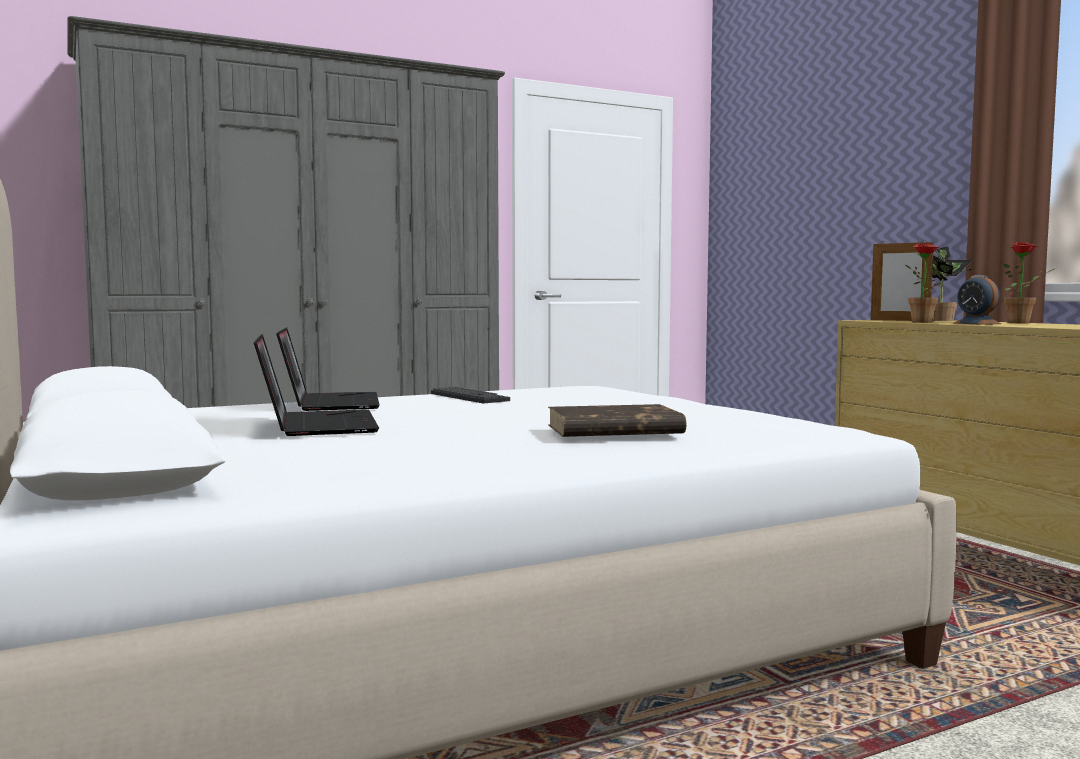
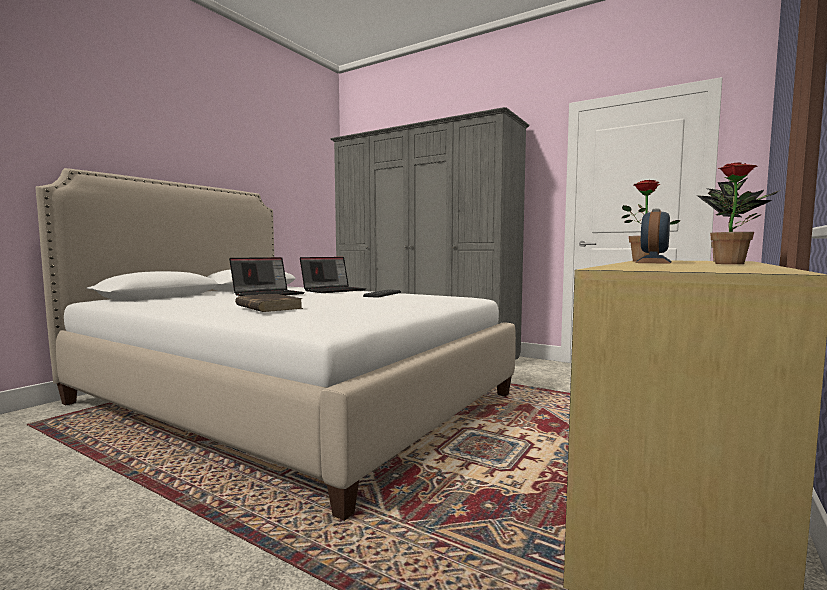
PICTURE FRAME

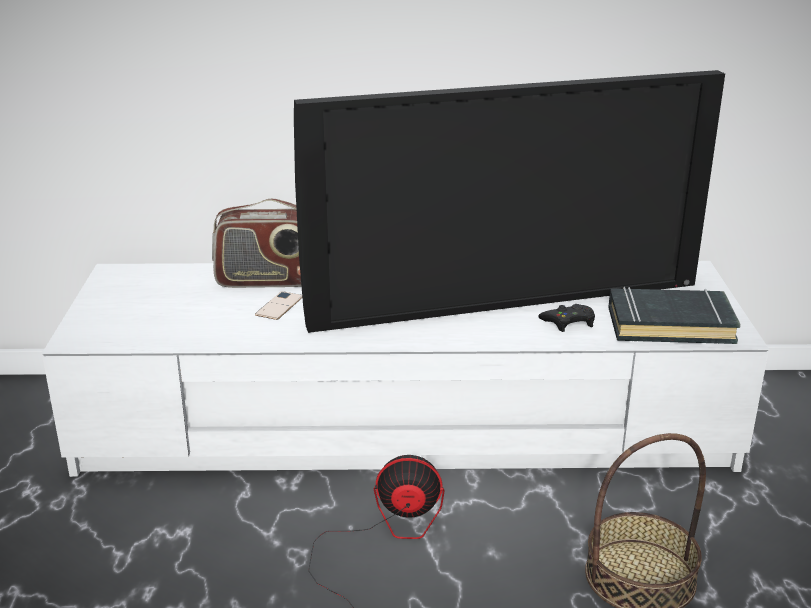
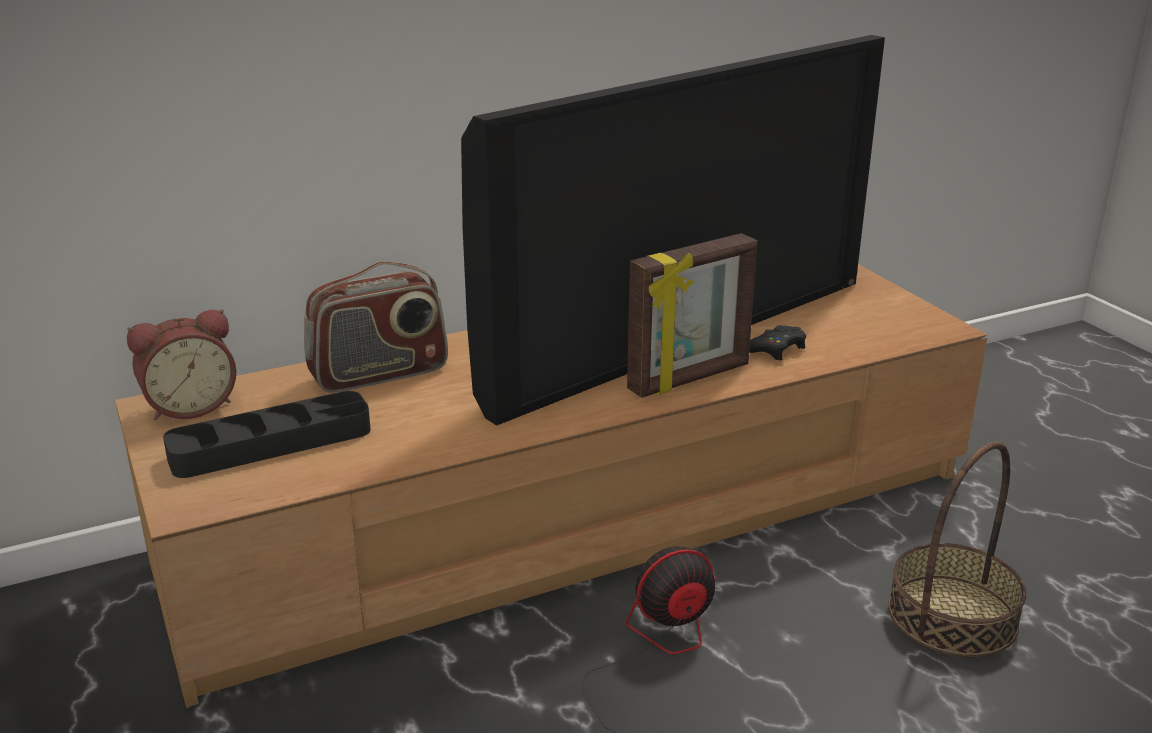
BROWN TV STAND; ALARM CLOCK; BLACK TRAY; PICTURE FRAME; PHONE; BLACK BOOK

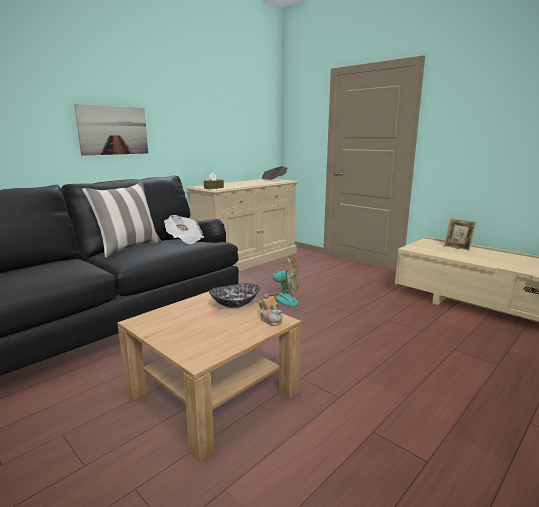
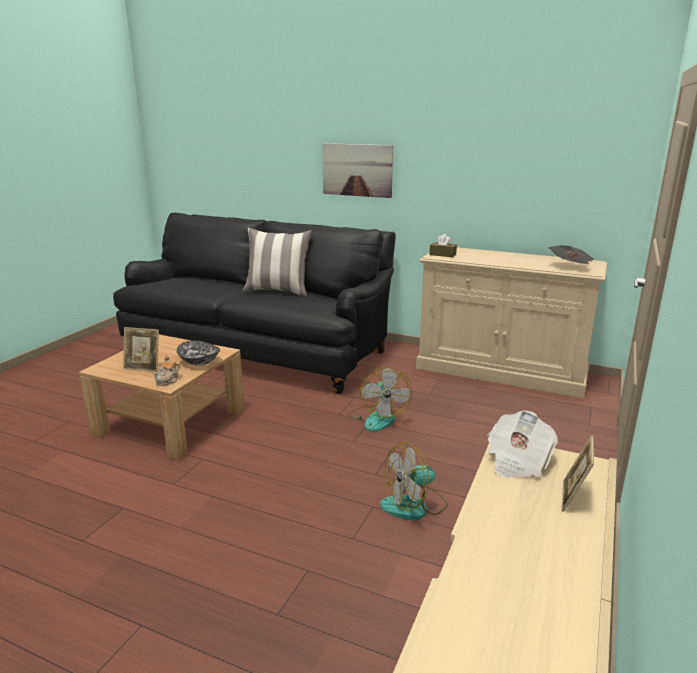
PICTURE FRAME (1st from left); FAN (2nd from left); NEWSPAPER (1st from left)

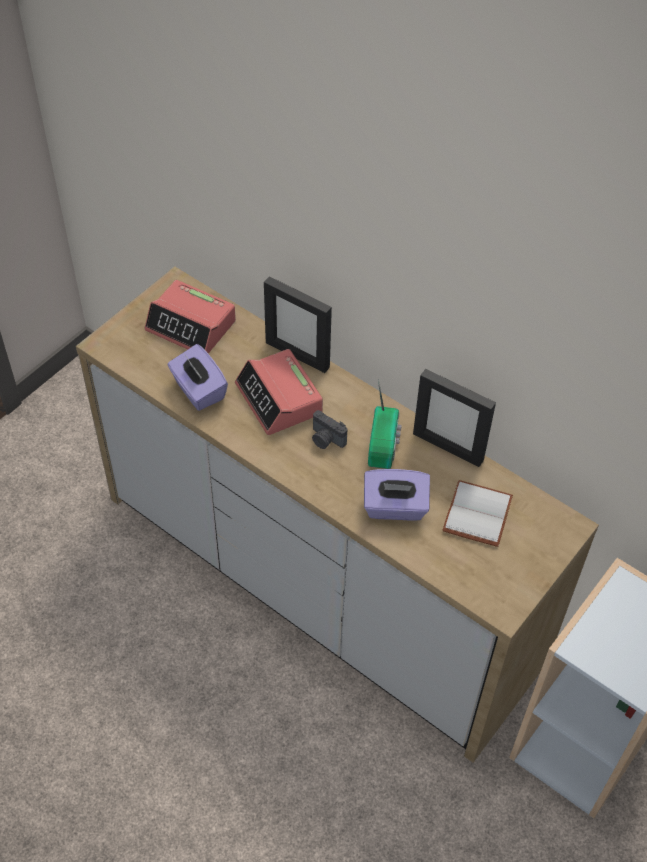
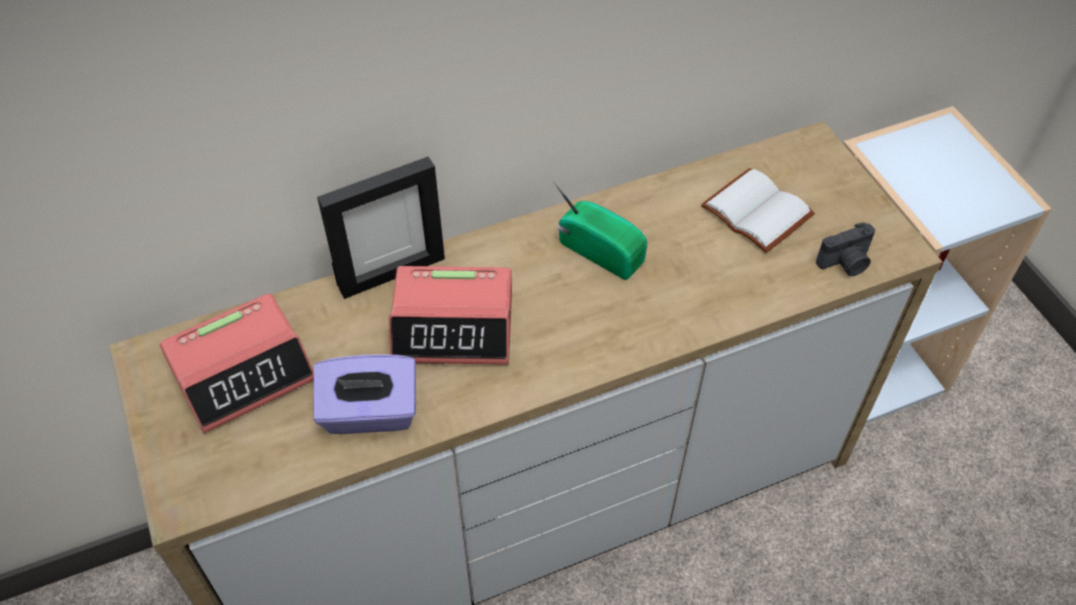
PHOTO CAMERA; PURPLE TISSUE BOX (2nd from left in the first image); PICTURE FRAME (2nd from left in the first image)

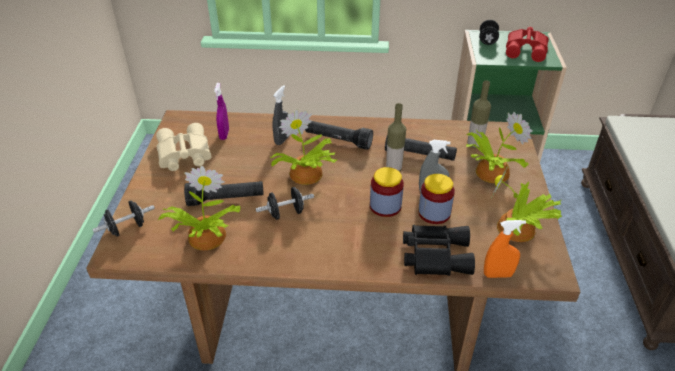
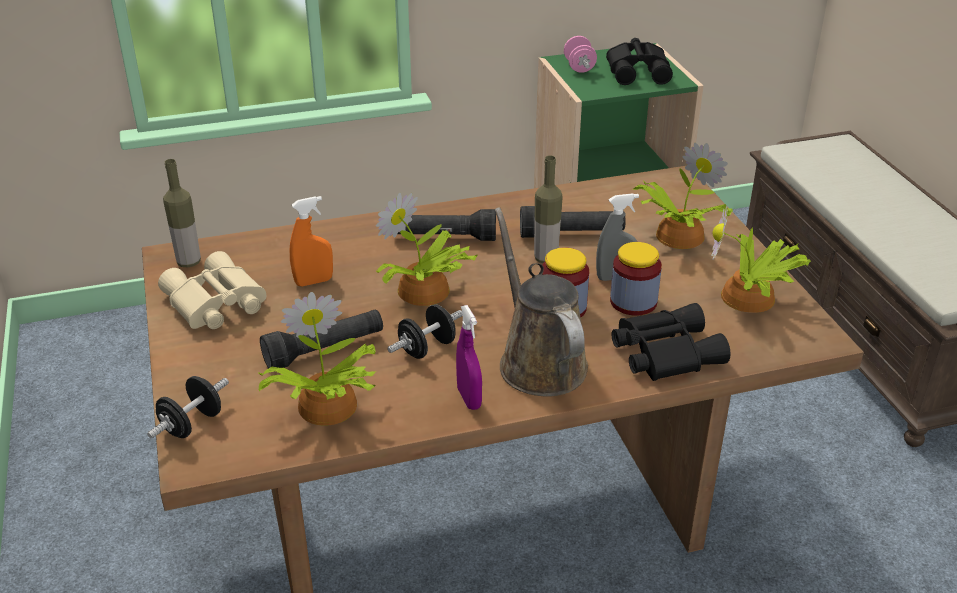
BOTTLE (1st from left); ORANGE SPRAY BOTTLE; PURPLE SPRAY BOTTLE; BROWN WATERING CAN; PINK DUMBBELL; BLACK BINOCULARS (1st from left); GREY SPRAY BOTTLE (1st from left in the first image)

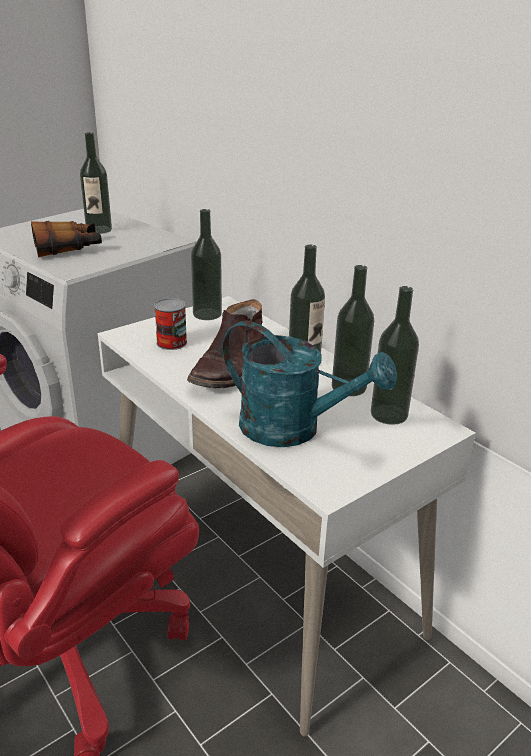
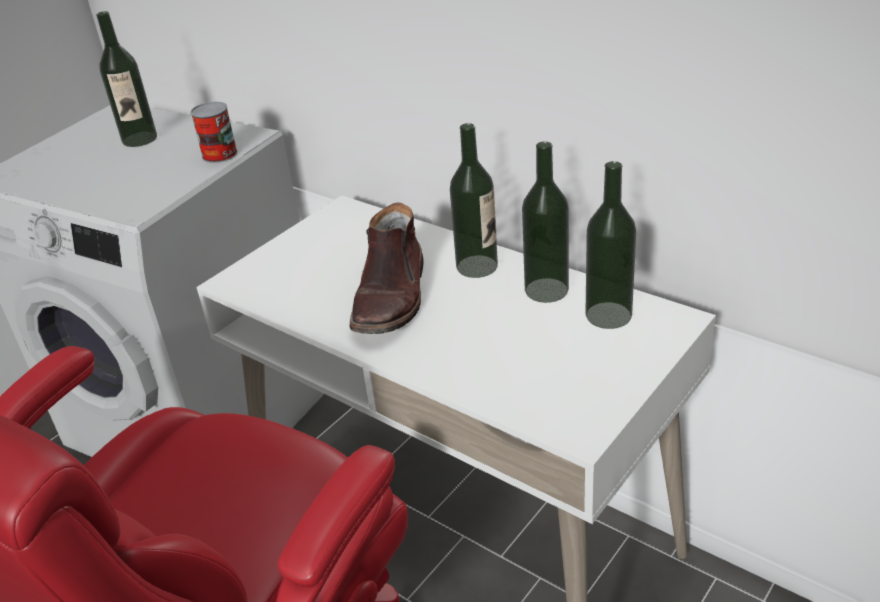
CAN; BINOCULARS; BOTTLE (2nd from left in the first image); TURQUOISE WATERING CAN

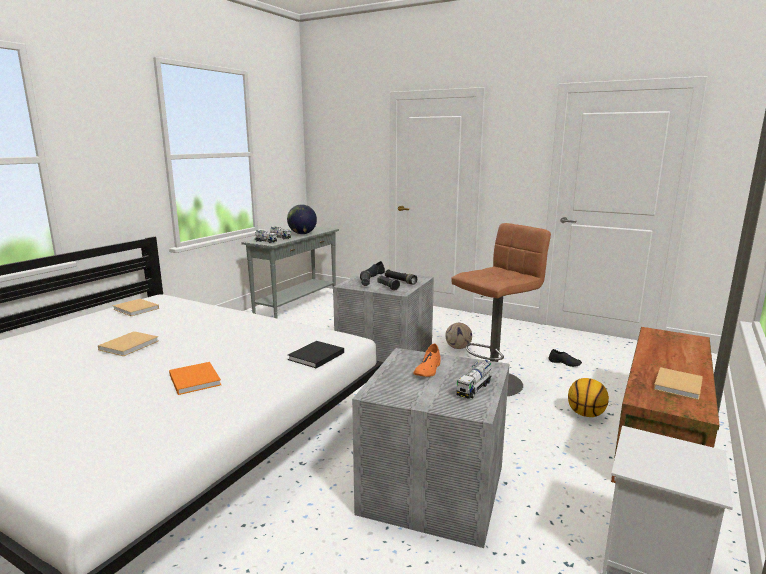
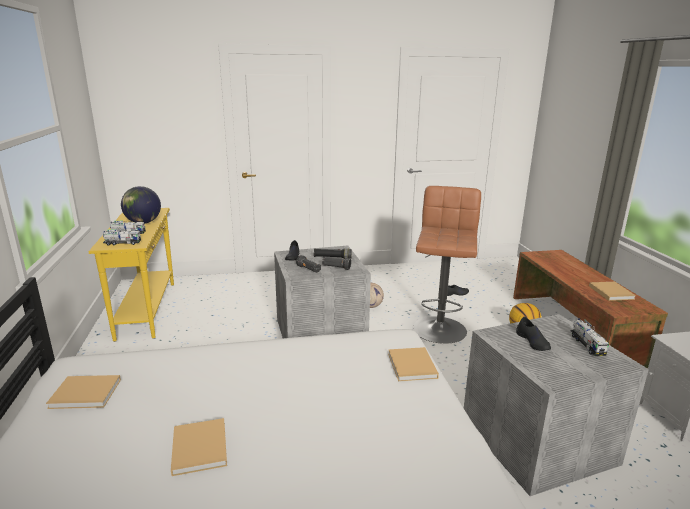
YELLOW CONSOLE TABLE; BEIGE BOOK (3rd from left); BLACK SHOE (3rd from left); ORANGE BOOK

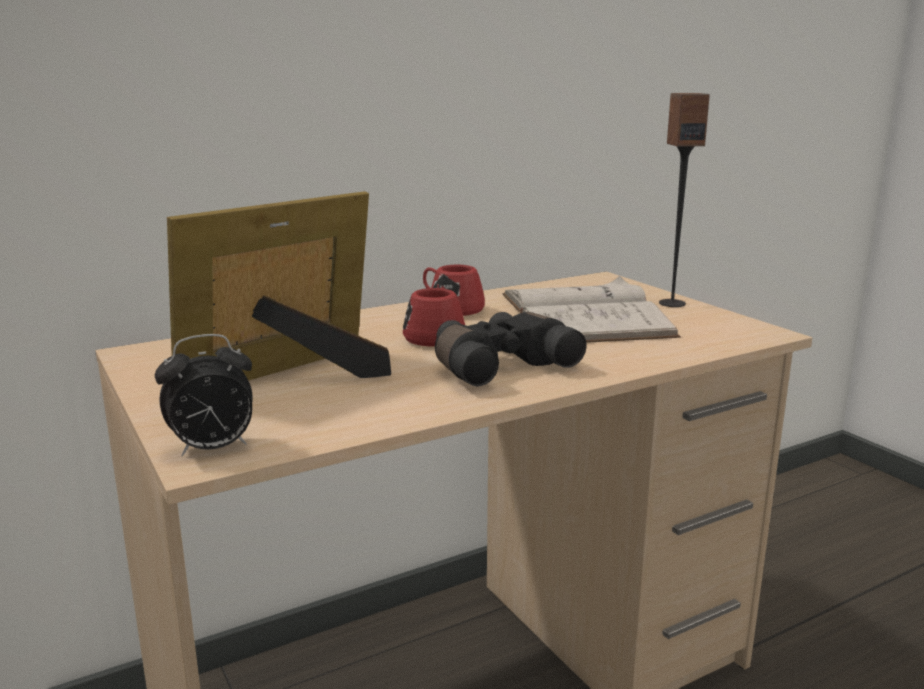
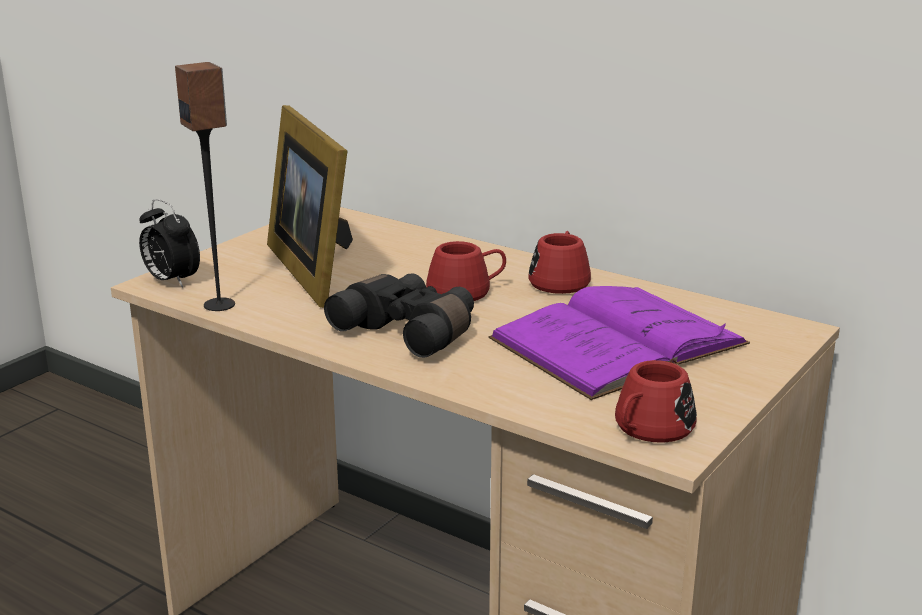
SPEAKER; PICTURE FRAME; PURPLE BOOK; RED MUG (3rd from left)

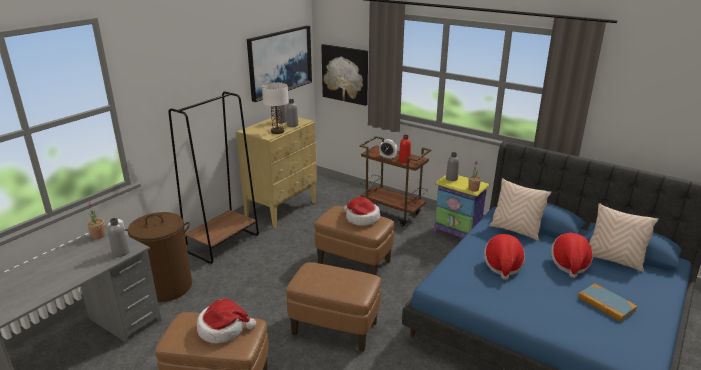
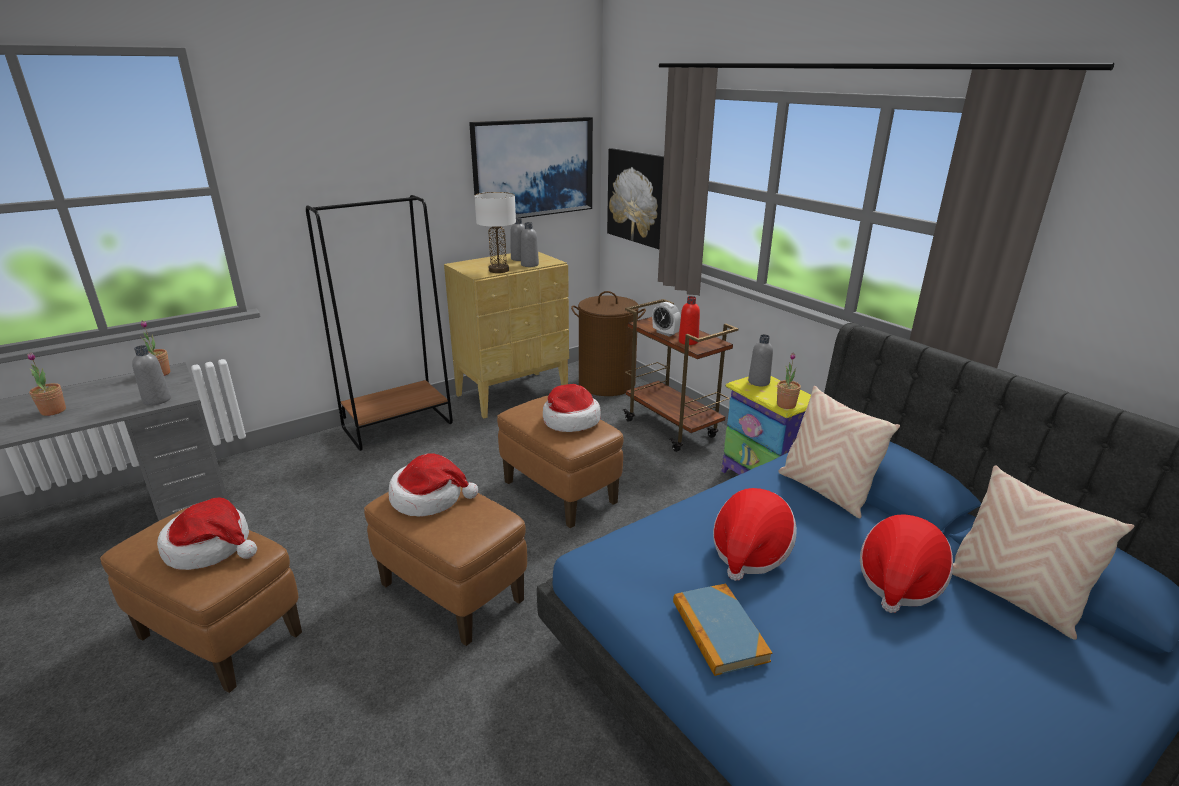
POTTED PLANT (1st from left); HAT (2nd from left); BROWN LAUNDRY BASKET; BOOK

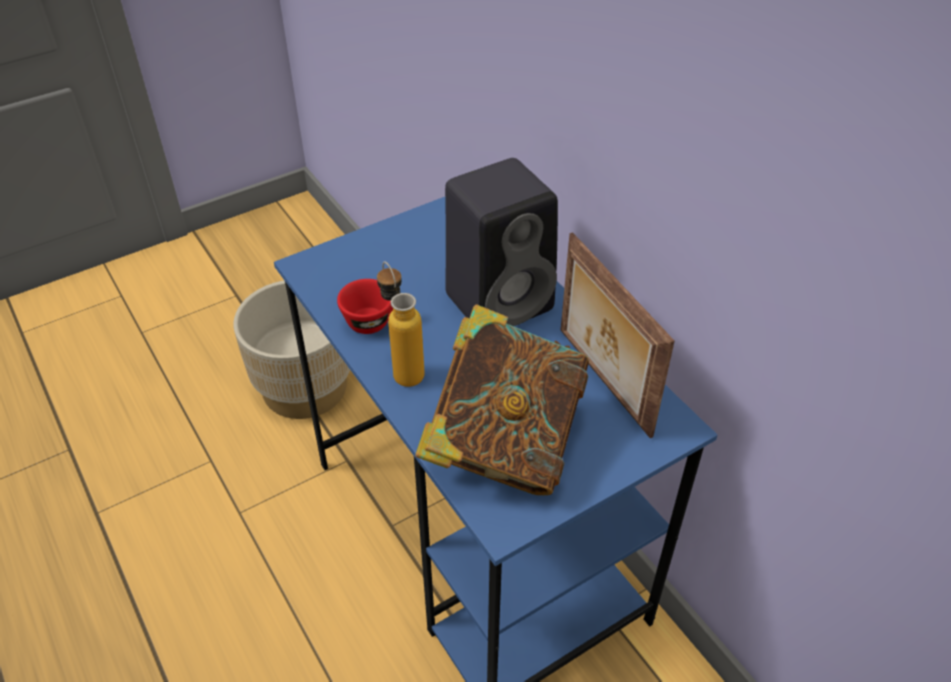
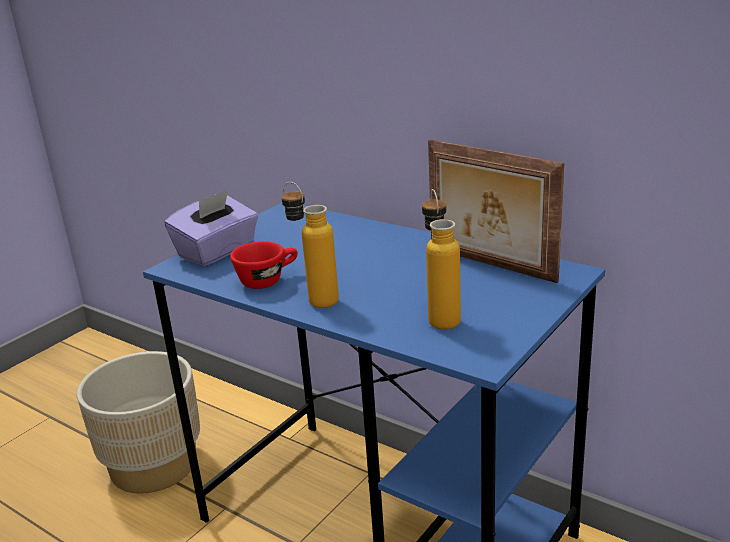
PURPLE TISSUE BOX; BOTTLE (2nd from left); BLACK SPEAKER

